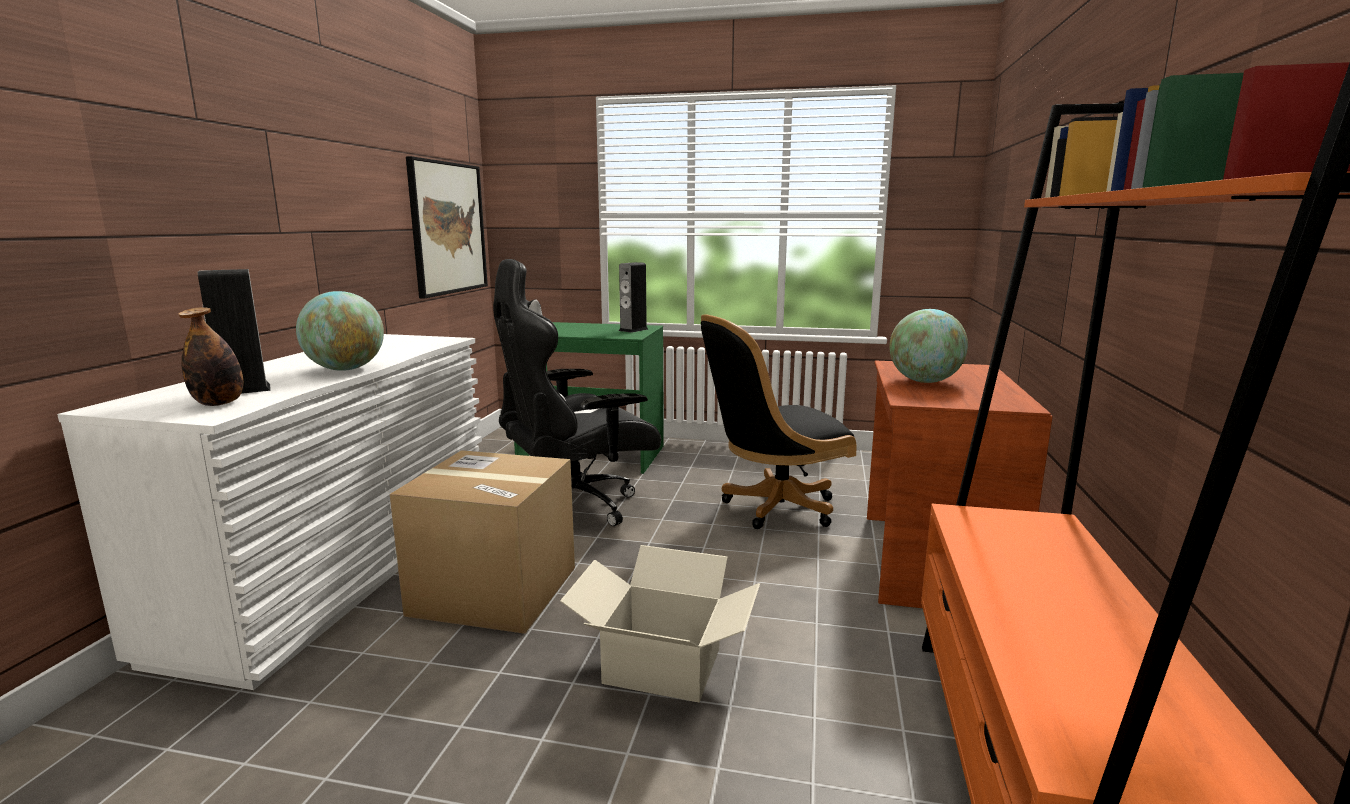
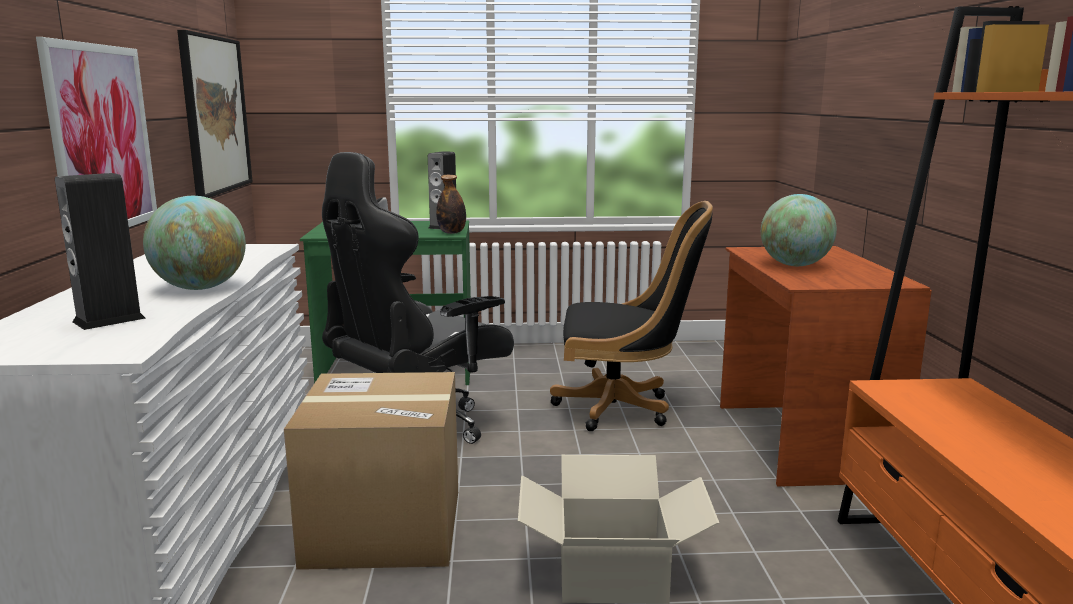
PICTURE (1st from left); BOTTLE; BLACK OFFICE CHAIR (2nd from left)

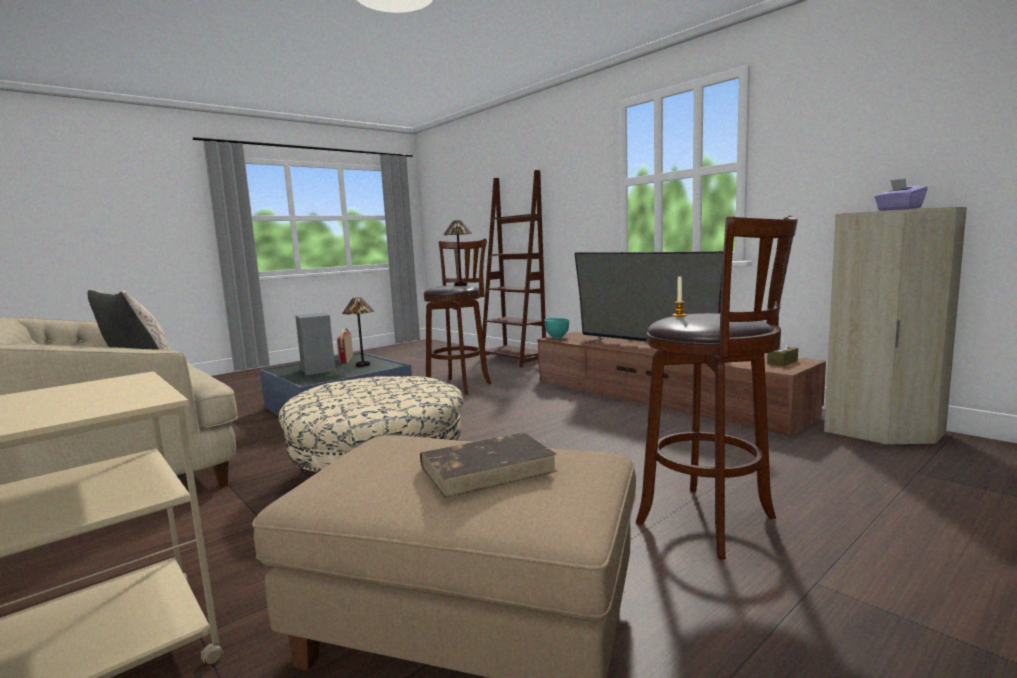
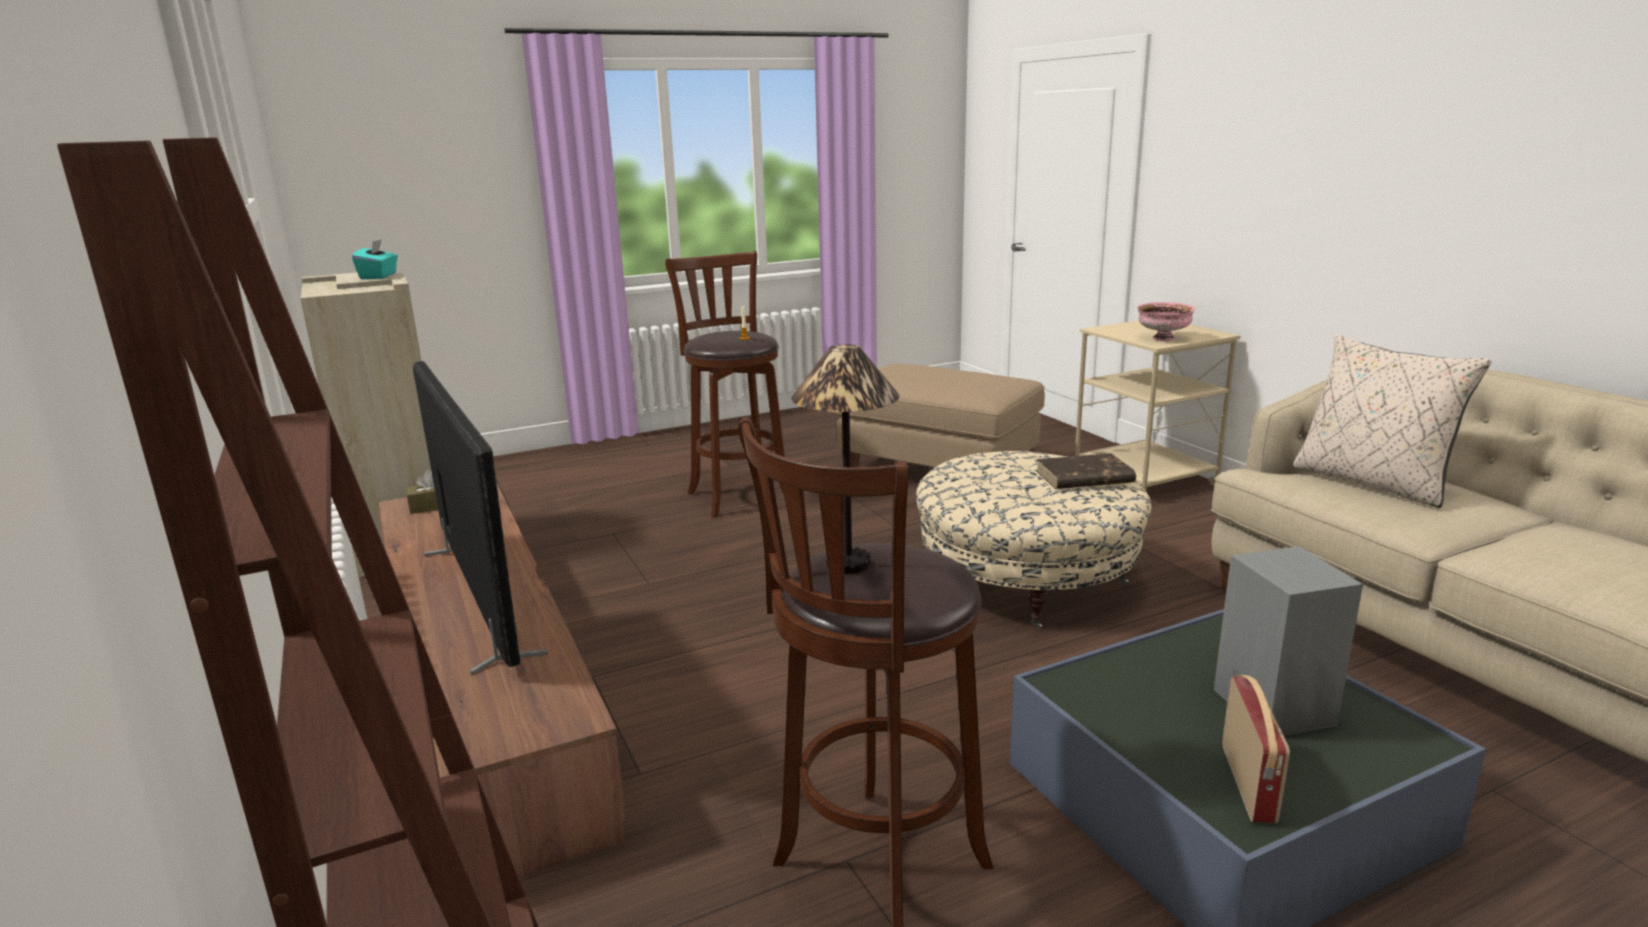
TURQUOISE TISSUE BOX; BROWN BOOK; PINK BOWL; TABLE LAMP (1st from left in the first image); TURQUOISE BOWL

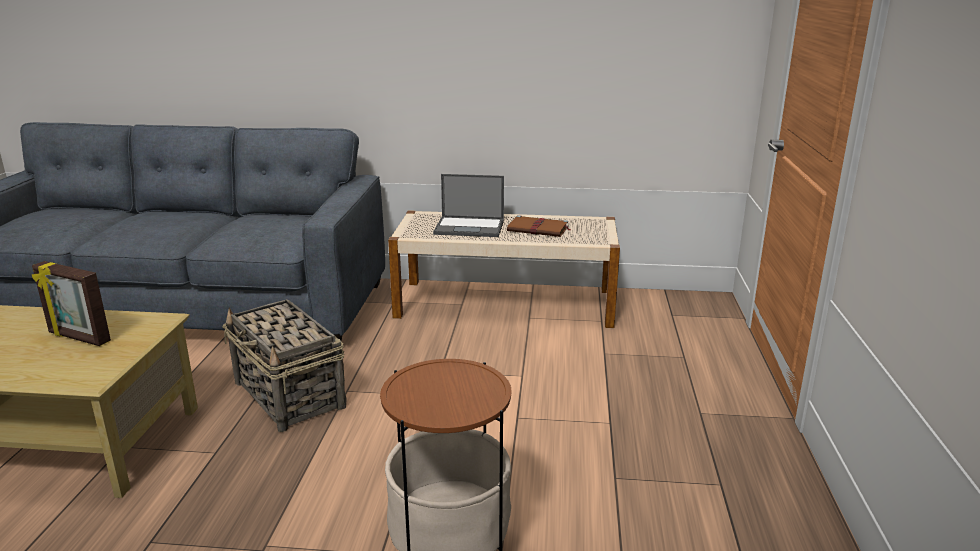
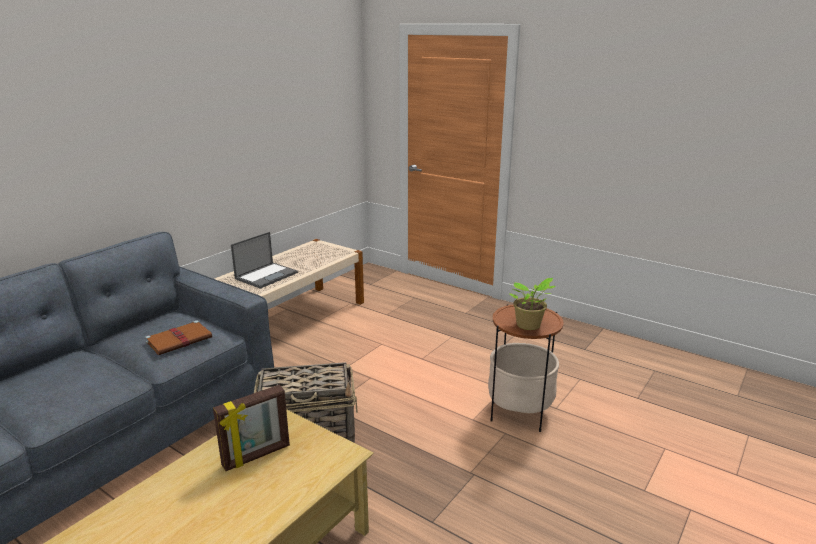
BROWN BOOK; POTTED PLANT

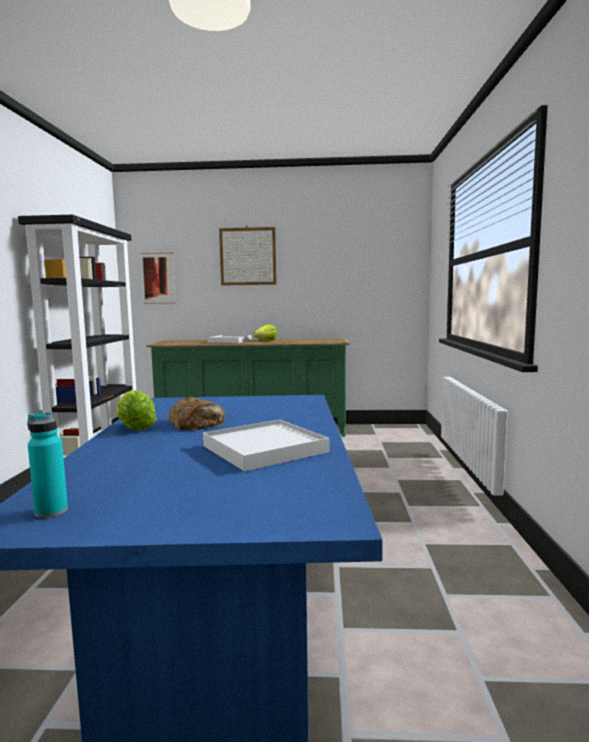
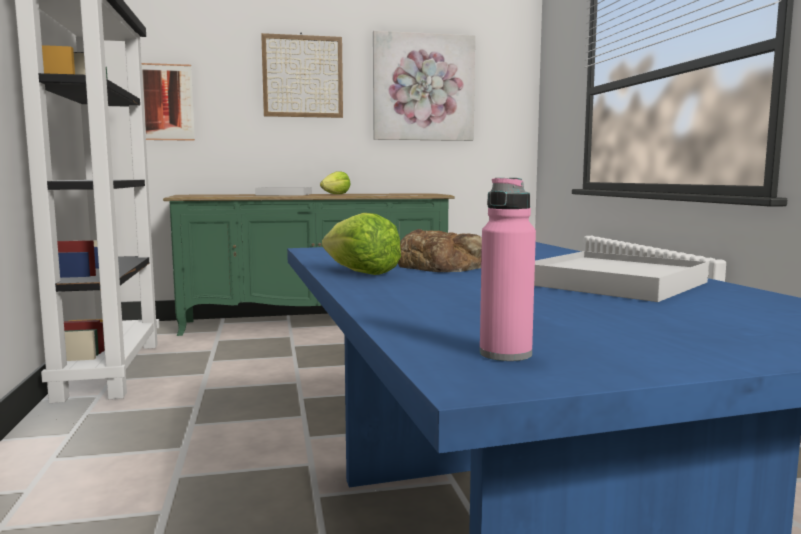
PICTURE (3rd from left); PINK BOTTLE

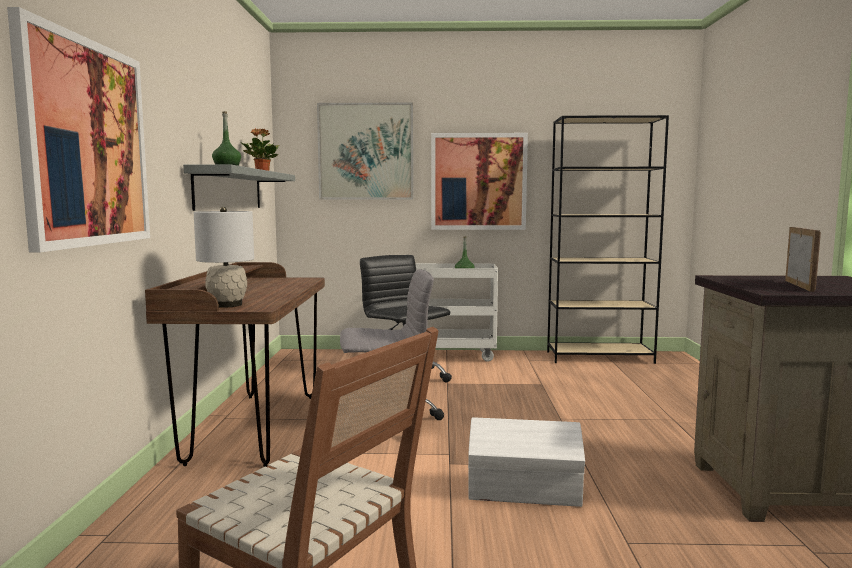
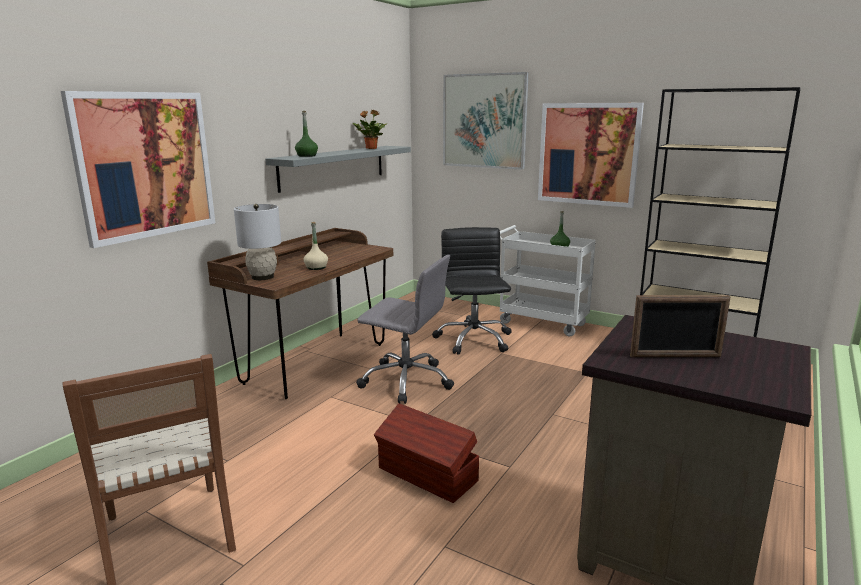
BEIGE BOTTLE; BROWN STORAGE BOX; PICTURE FRAME

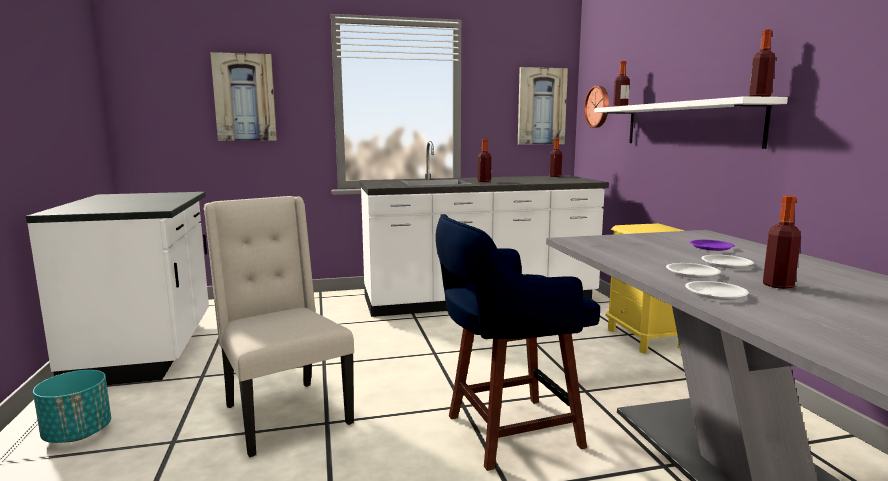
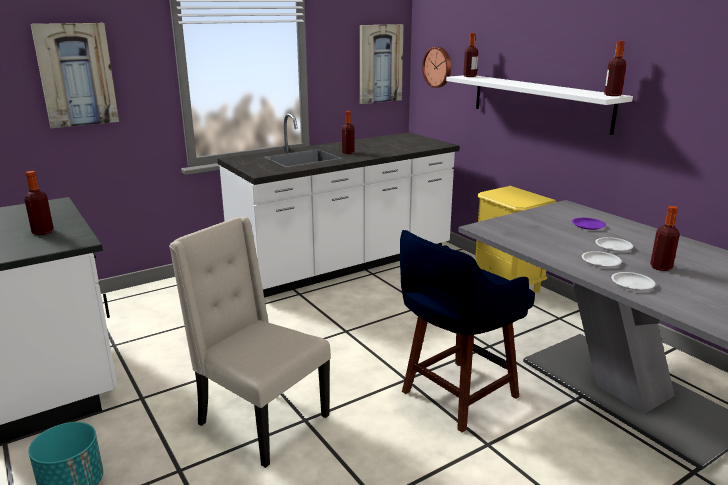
BOTTLE (1st from left)

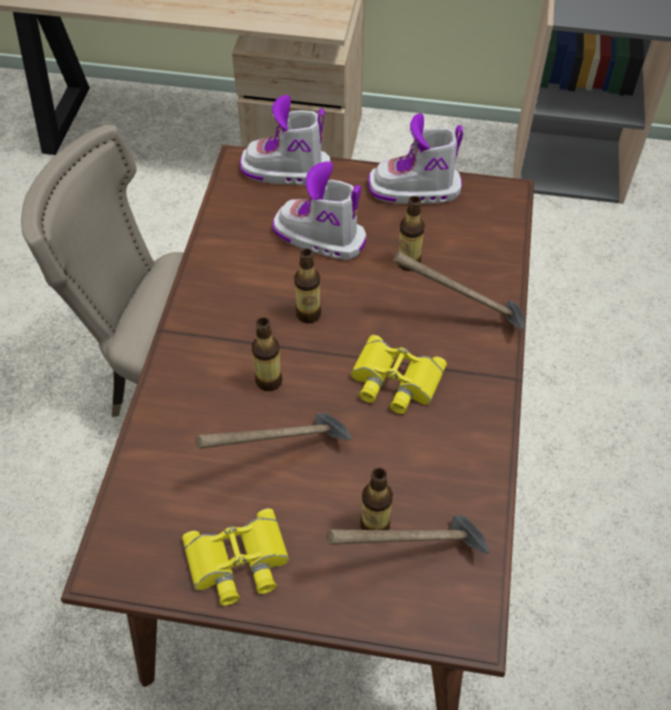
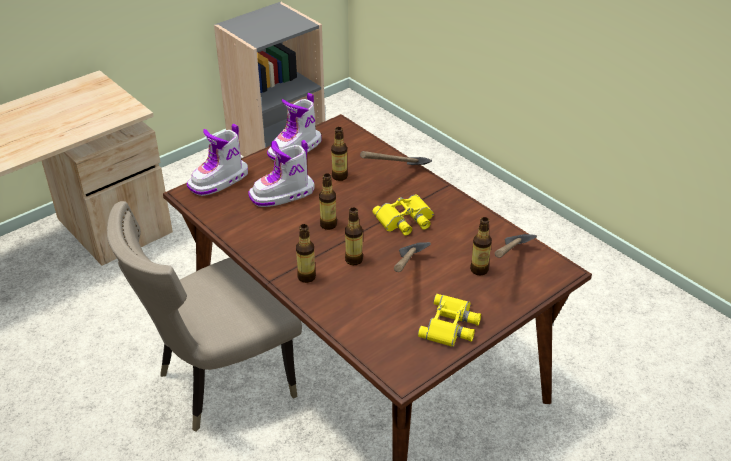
BOTTLE (1st from left)

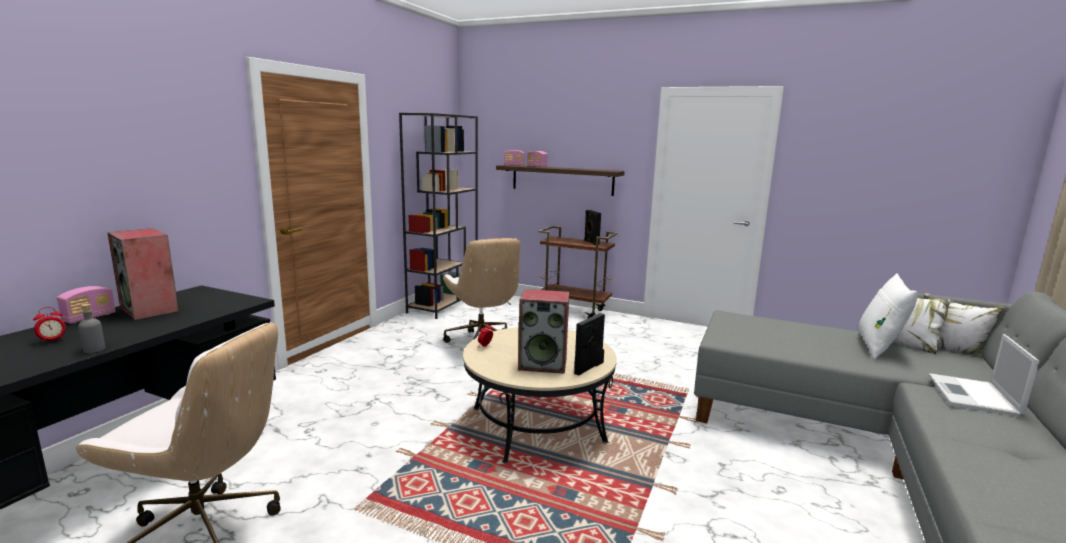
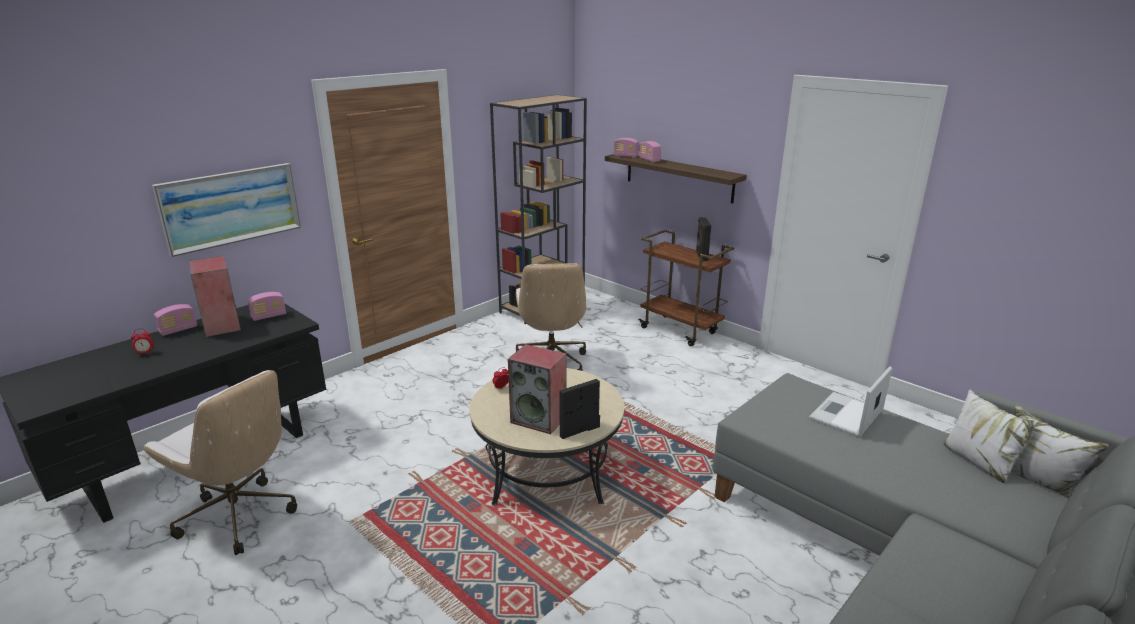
PICTURE; RADIO (2nd from left); LAPTOP; GREY BOTTLE; WHITE PILLOW

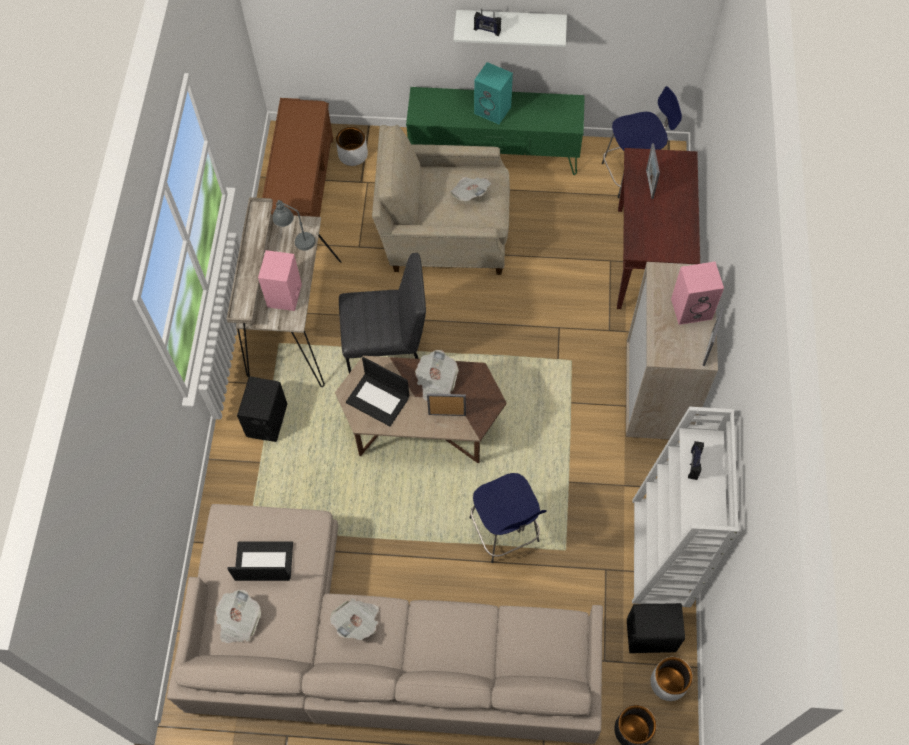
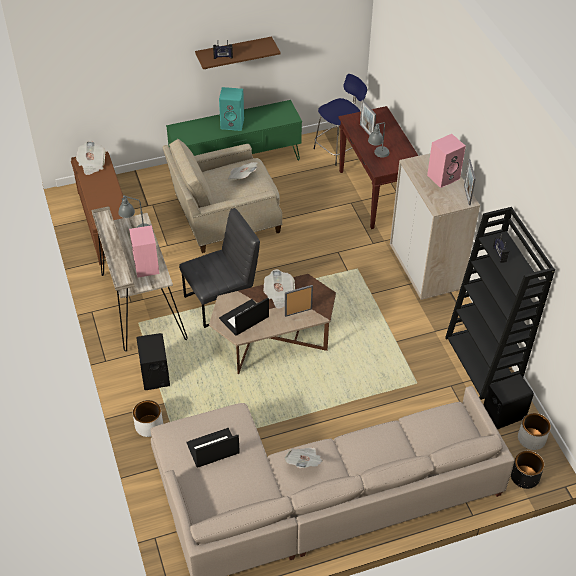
NEWSPAPER (1st from left); WHITE PLANTER (1st from left); BROWN SHELF; LAPTOP (2nd from left); GREY TABLE LAMP (2nd from left); BLACK BOOKCASE; BLUE STOOL (1st from left in the first image)

